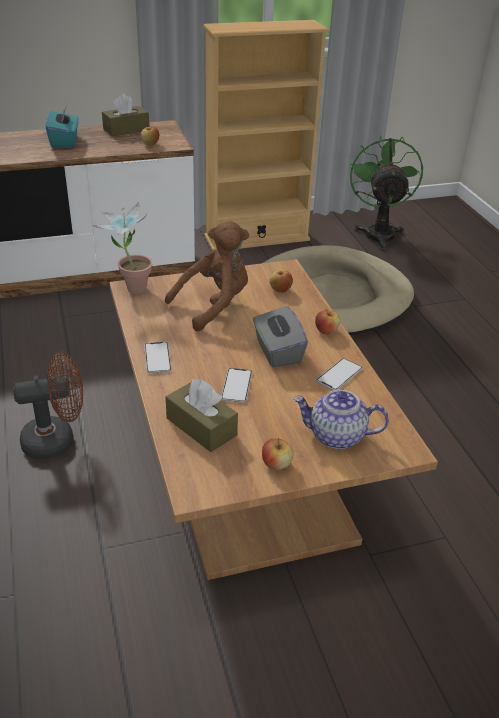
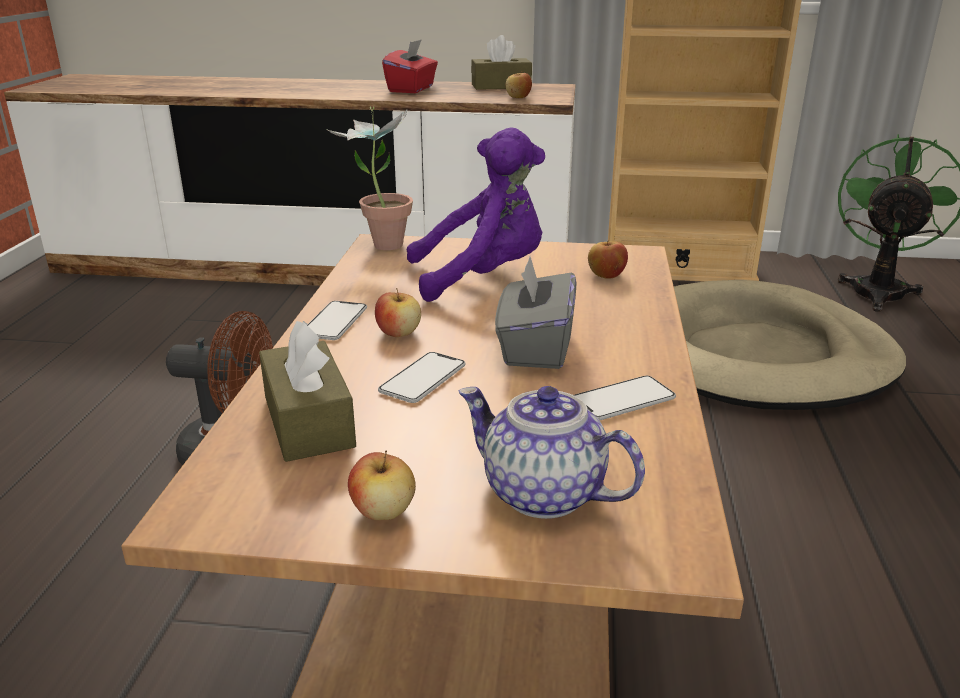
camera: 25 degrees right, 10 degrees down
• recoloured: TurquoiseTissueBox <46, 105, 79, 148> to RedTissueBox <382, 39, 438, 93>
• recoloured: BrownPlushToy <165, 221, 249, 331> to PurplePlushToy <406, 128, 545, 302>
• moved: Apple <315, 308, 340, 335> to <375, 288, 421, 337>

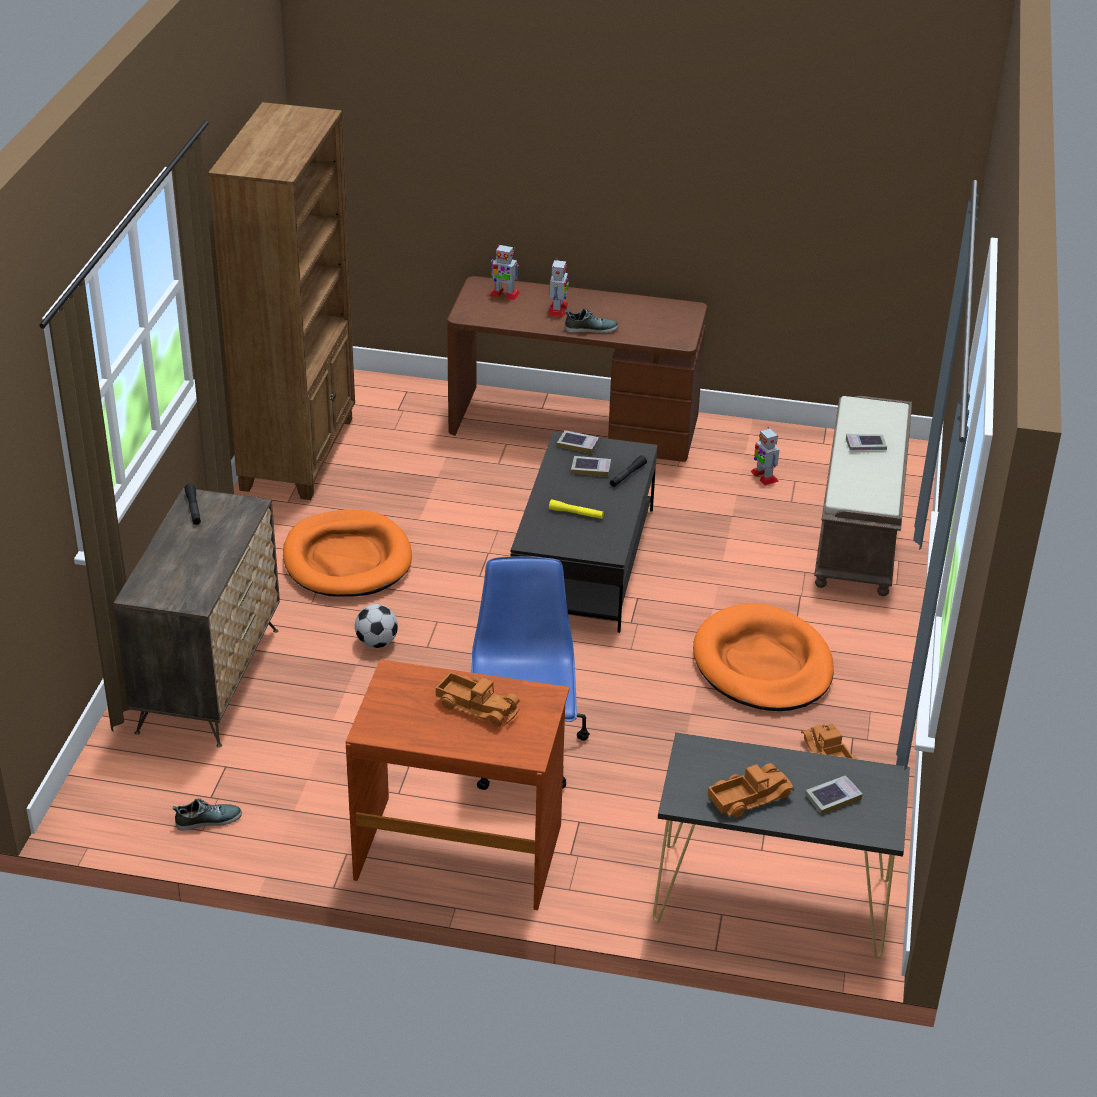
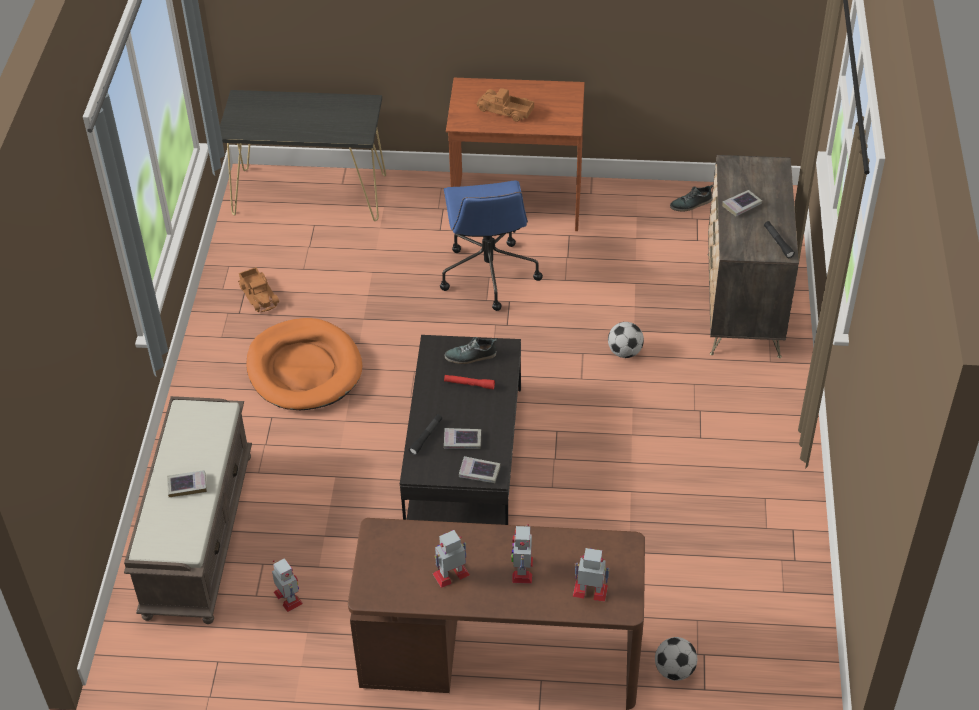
camera: 175 degrees right, 10 degrees up
• removed: BrownBookcase <208, 102, 355, 500>
• removed: OrangeDogBed <283, 510, 412, 597>
• recoloured: YellowFlashlight <549, 499, 604, 519> to RedFlashlight <444, 375, 495, 390>
• moved: Shoe <565, 308, 618, 333> to <444, 337, 497, 364>
• removed: ToyTruck <708, 763, 794, 817>
• moved: Book <805, 776, 863, 815> to <722, 190, 762, 216>
• added: ToyRobot <433, 530, 470, 588>
• added: Football <655, 637, 697, 681>

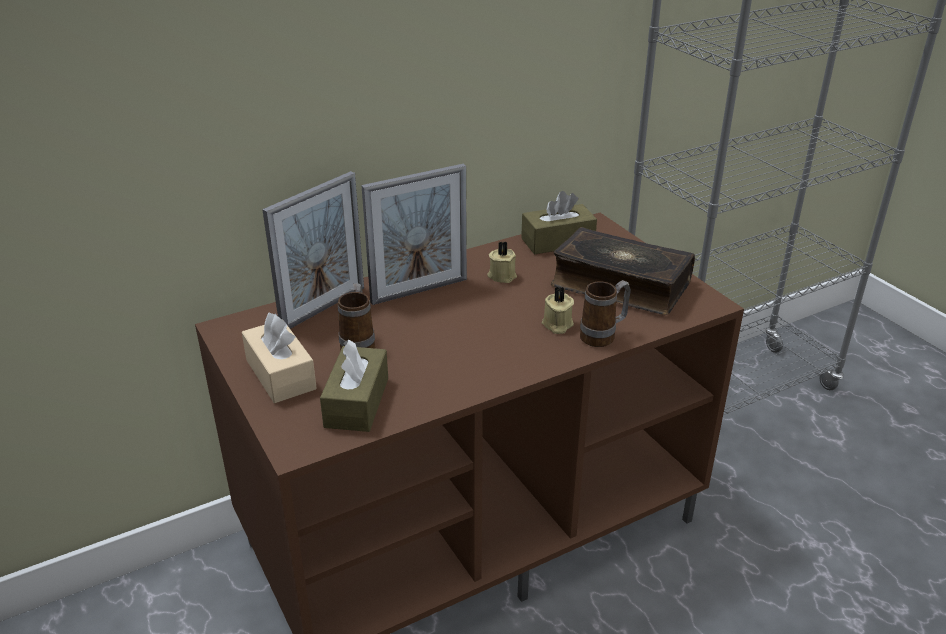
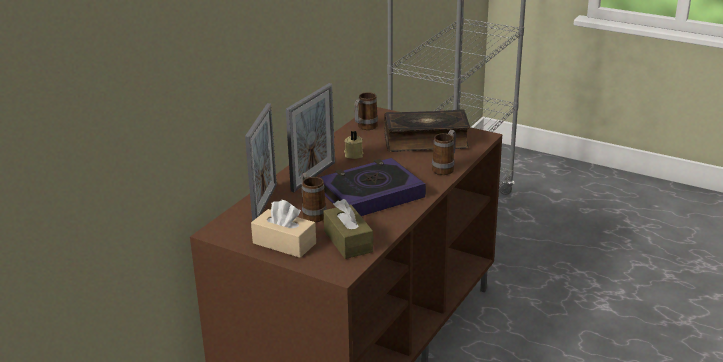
camera: 30 degrees left, 5 degrees down
• replaced: BrownTissueBox <521, 191, 597, 254> to Mug <354, 92, 378, 130>
• removed: BeigeCandle <542, 286, 574, 334>
• added: Book <319, 158, 426, 216>

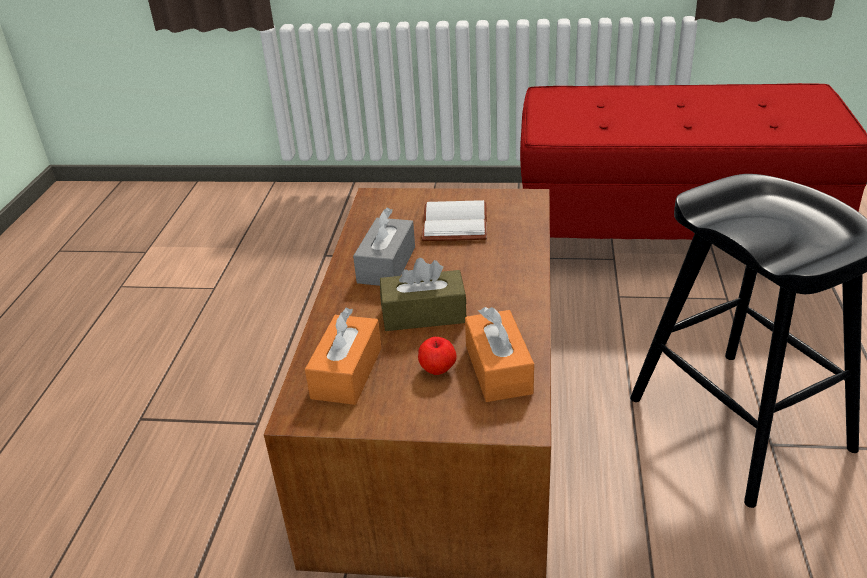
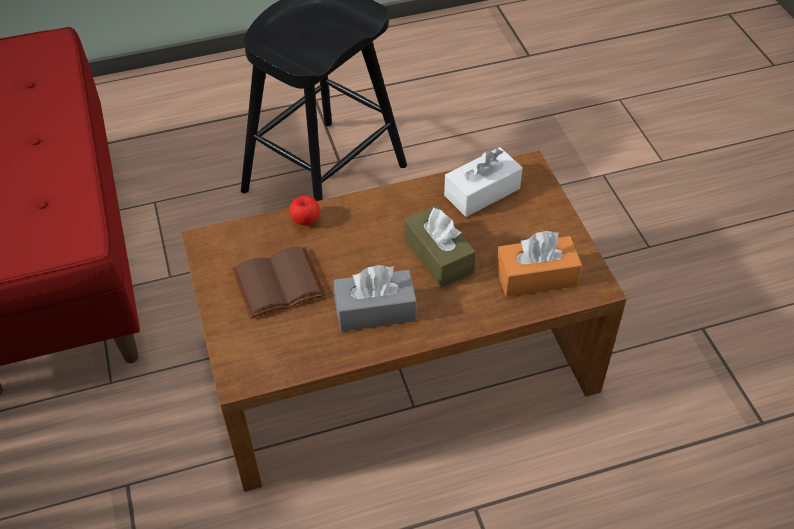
camera: 115 degrees left, 15 degrees up
• moved: Apple <418, 337, 456, 375> to <289, 195, 320, 226>
• recoloured: WhiteBook <422, 200, 487, 241> to BrownBook <232, 246, 326, 319>
• recoloured: OrangeTissueBox <465, 307, 534, 402> to WhiteTissueBox <444, 147, 523, 217>

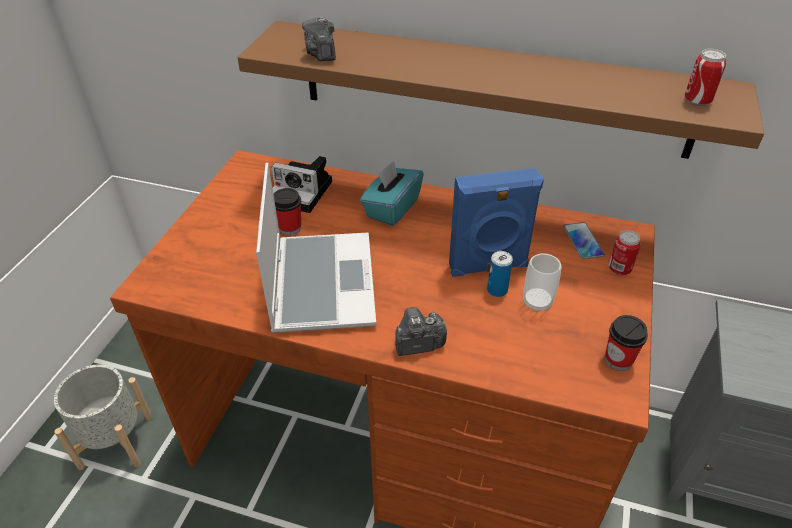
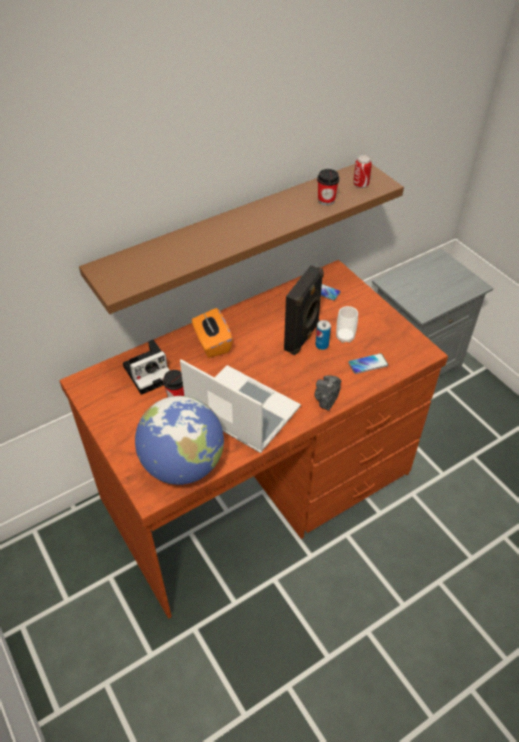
camera: 50 degrees left, 5 degrees up
• removed: GreyPlanter <54, 364, 152, 470>
• removed: PhotoCamera <302, 17, 336, 61>
• recoloured: TurquoiseTissueBox <360, 160, 424, 226> to OrangeTissueBox <192, 308, 233, 358>
• recoloured: BlueSpeaker <449, 168, 544, 277> to BlackSpeaker <284, 265, 324, 355>
• moved: Cup <605, 315, 648, 371> to <317, 169, 339, 206>
• removed: Can <608, 230, 641, 275>
• added: Globe <135, 396, 224, 485>
• added: Phone <348, 353, 388, 374>

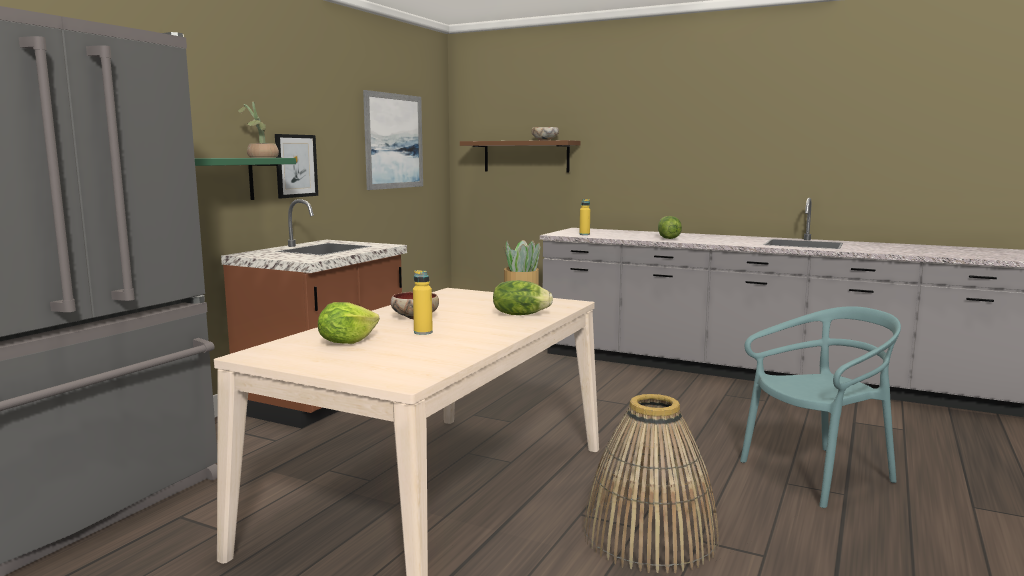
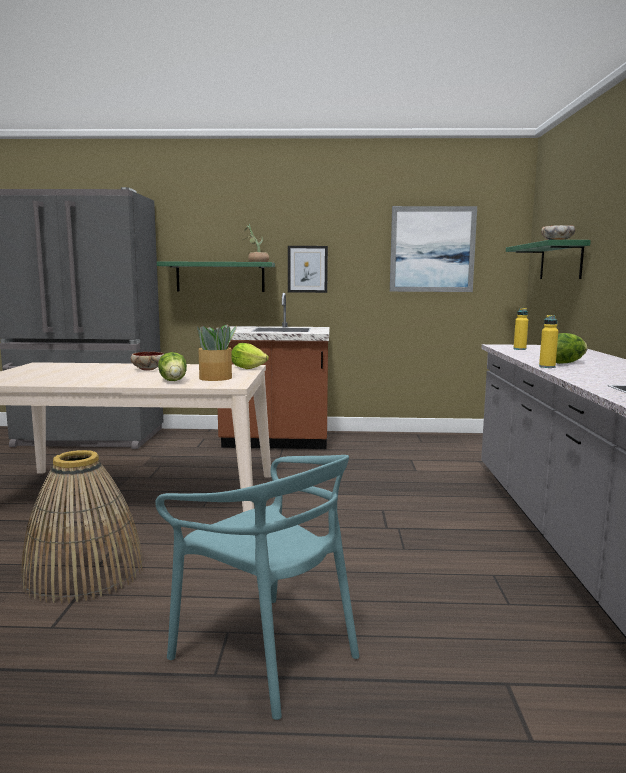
camera: 65 degrees right, 0 degrees up
• moved: Lettuce <318, 302, 379, 344> to <231, 343, 269, 369>
• moved: YellowBottle <413, 270, 433, 335> to <539, 315, 558, 368>
• recoloured: BrownShelf <460, 140, 581, 173> to GreenShelf <506, 240, 591, 279>

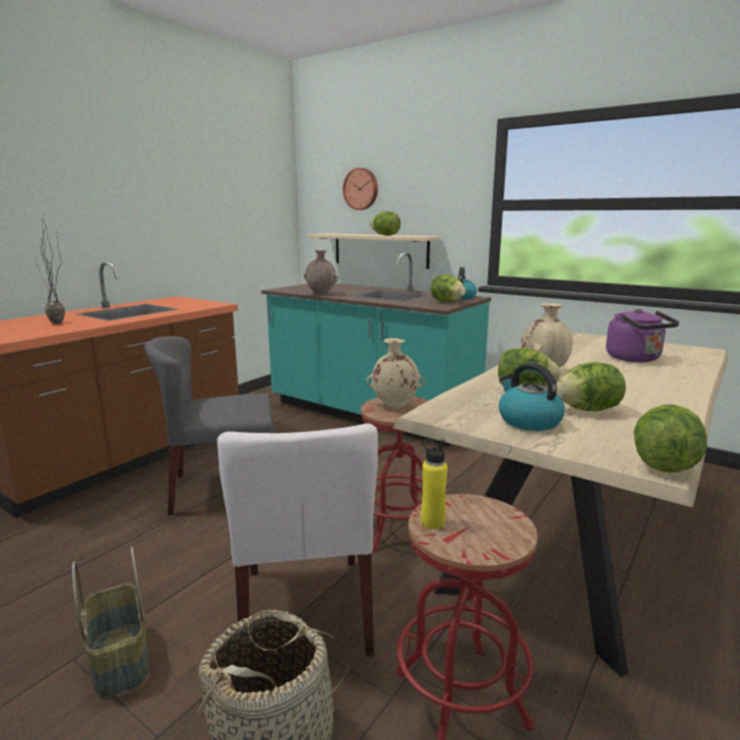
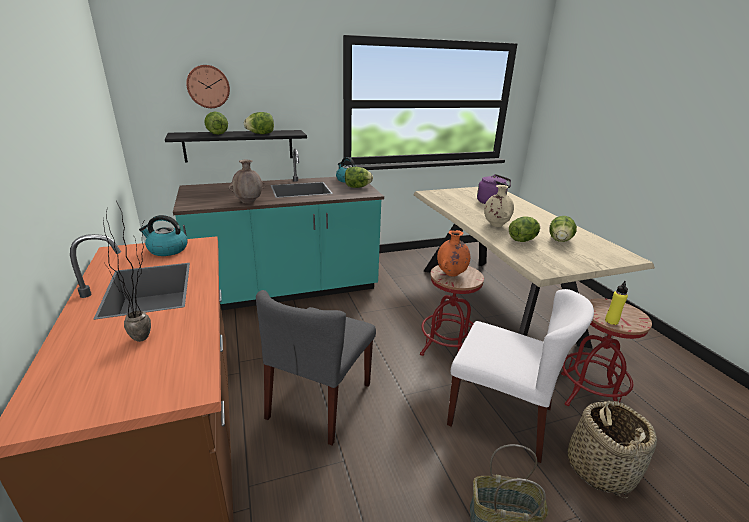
camera: 55 degrees left, 10 degrees up
• recoloured: BeigeShelf <307, 233, 441, 269> to BlackShelf <165, 130, 307, 163>
• recoloured: BeigeVase <366, 338, 425, 408> to OrangeVase <437, 230, 470, 277>
• moved: Kettle <499, 363, 565, 431> to <139, 215, 188, 256>
• moved: Lettuce <634, 405, 707, 473> to <204, 112, 228, 135>

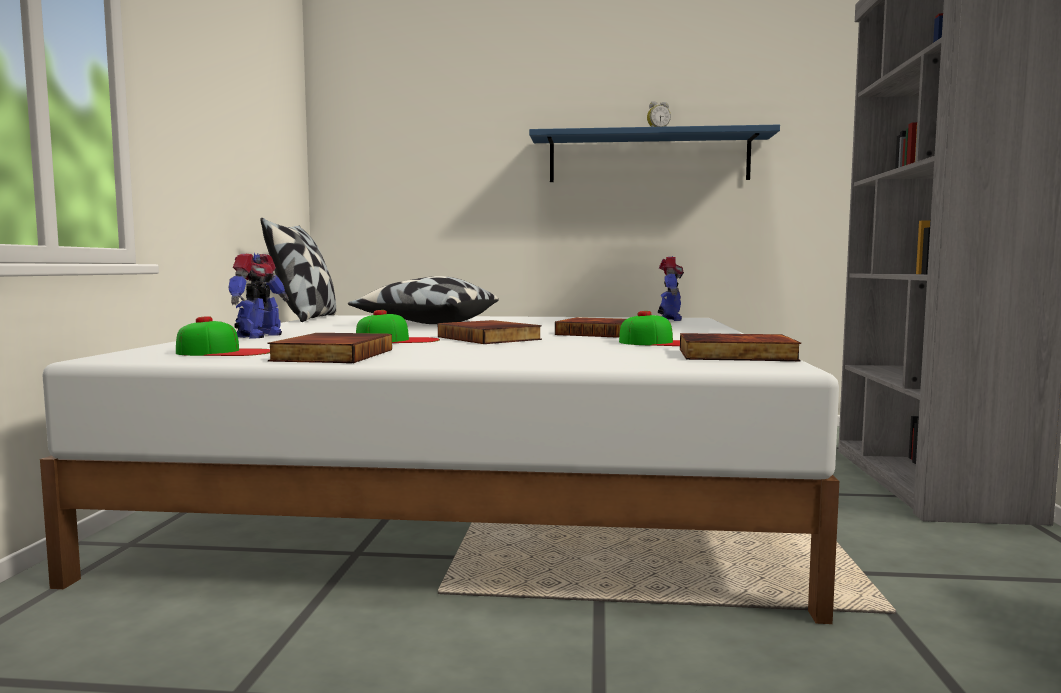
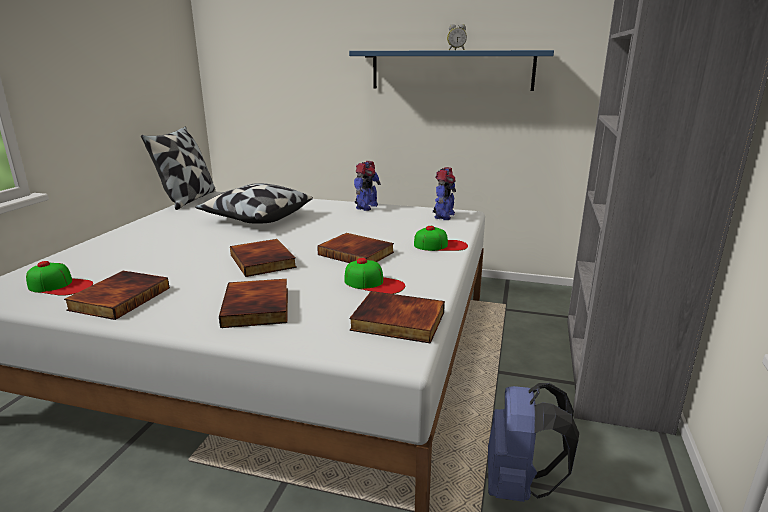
camera: 10 degrees right, 15 degrees up
• moved: ToyRobot <228, 253, 289, 338> to <354, 161, 381, 211>
• moved: Cap <356, 310, 440, 343> to <414, 226, 468, 251>
• added: Book <219, 279, 288, 328>
• added: BlueBackpack <488, 383, 579, 502>

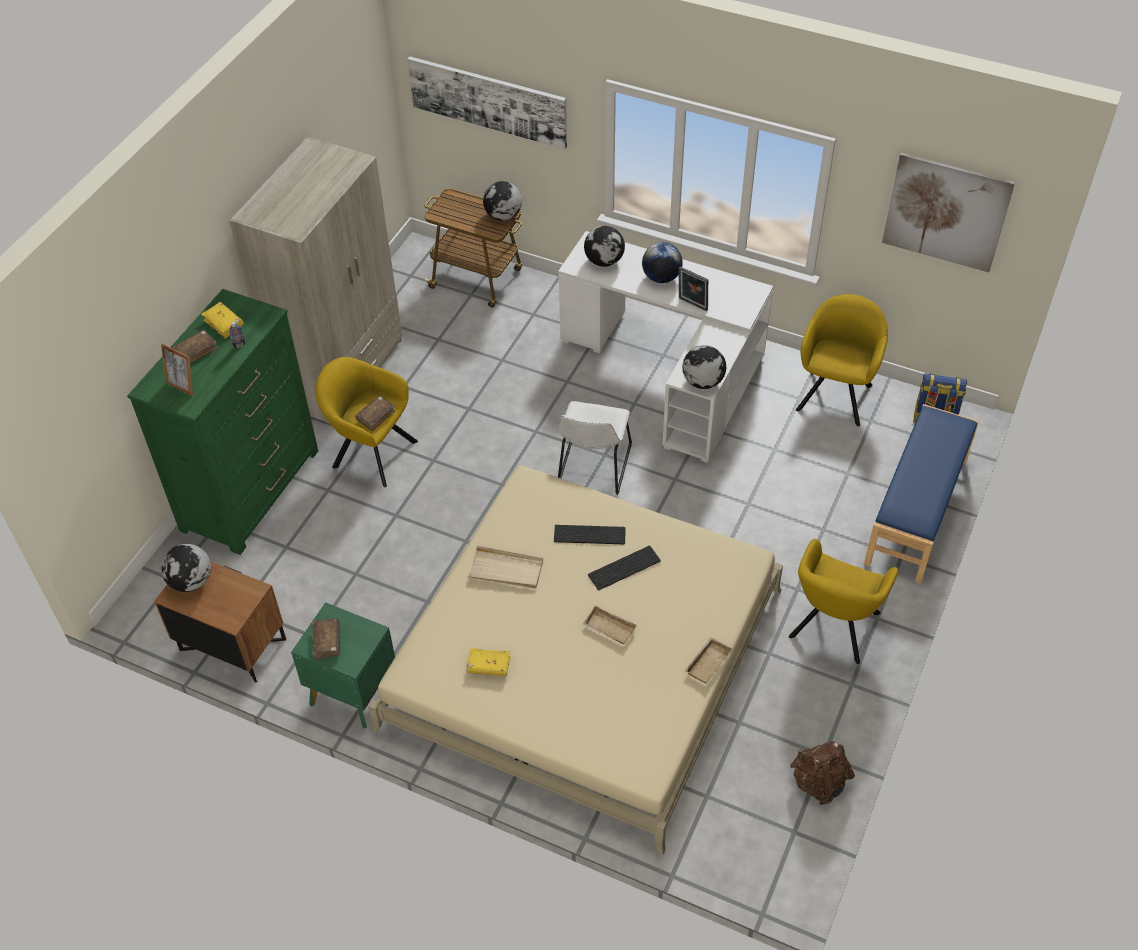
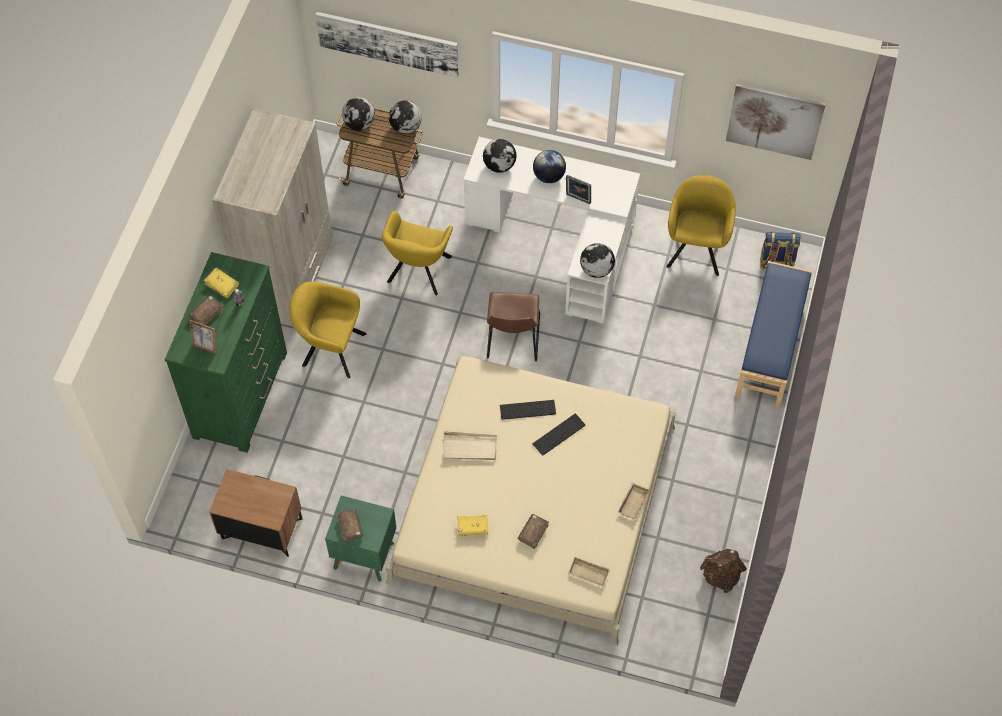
camera: 10 degrees left, 10 degrees up
• moved: Globe <161, 544, 211, 592> to <342, 97, 375, 131>
• moved: BrownBook <355, 396, 395, 431> to <518, 514, 549, 549>
• recoloured: WhiteChair <558, 401, 632, 495> to BrownChair <487, 292, 540, 361>
• moved: BeigeTray <583, 605, 637, 644> to <568, 557, 610, 586>
• moved: YellowArmchair <789, 539, 898, 664> to <382, 211, 453, 295>

